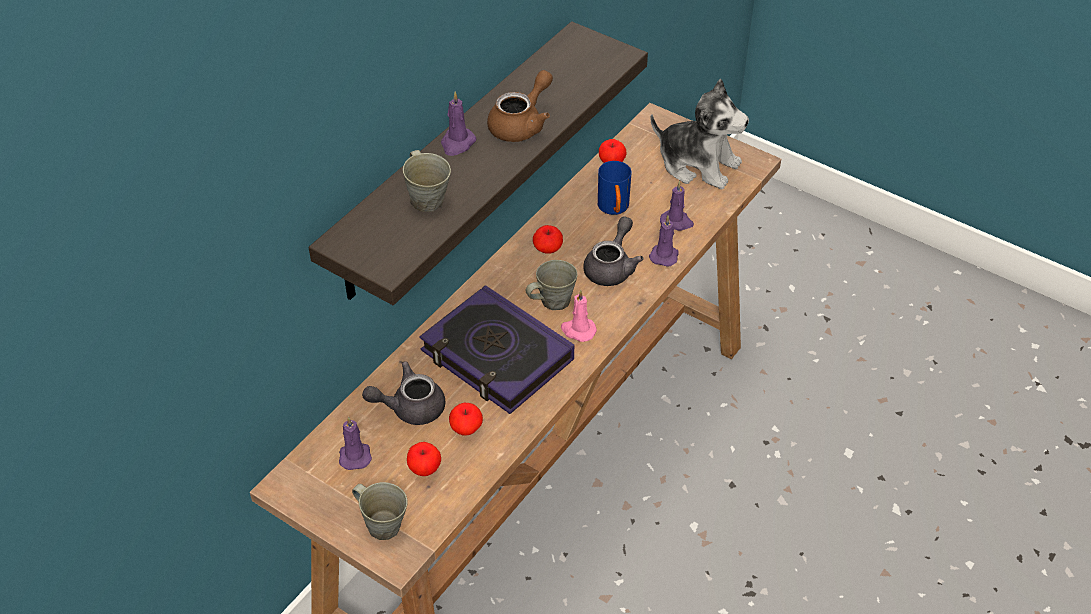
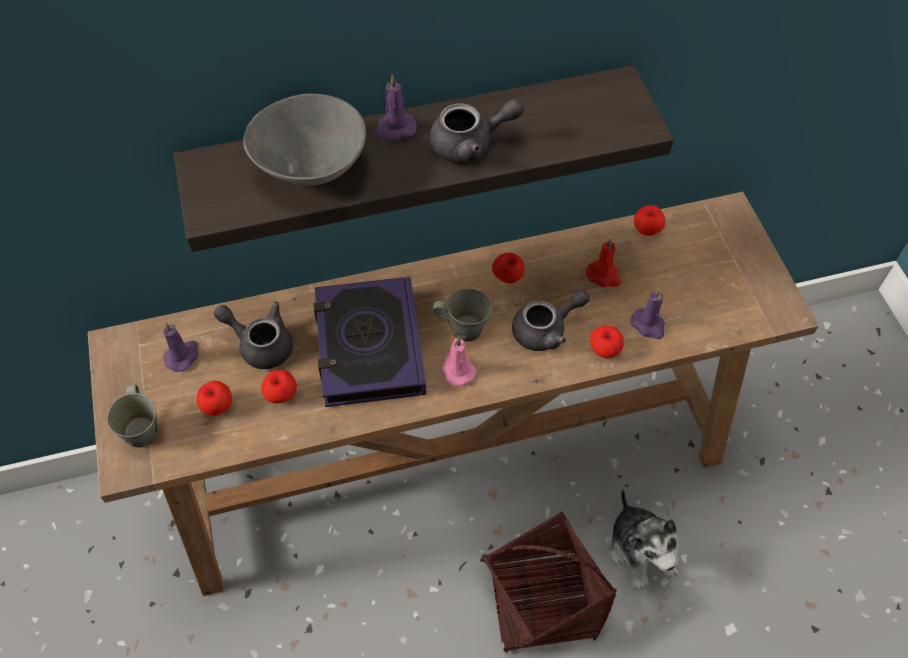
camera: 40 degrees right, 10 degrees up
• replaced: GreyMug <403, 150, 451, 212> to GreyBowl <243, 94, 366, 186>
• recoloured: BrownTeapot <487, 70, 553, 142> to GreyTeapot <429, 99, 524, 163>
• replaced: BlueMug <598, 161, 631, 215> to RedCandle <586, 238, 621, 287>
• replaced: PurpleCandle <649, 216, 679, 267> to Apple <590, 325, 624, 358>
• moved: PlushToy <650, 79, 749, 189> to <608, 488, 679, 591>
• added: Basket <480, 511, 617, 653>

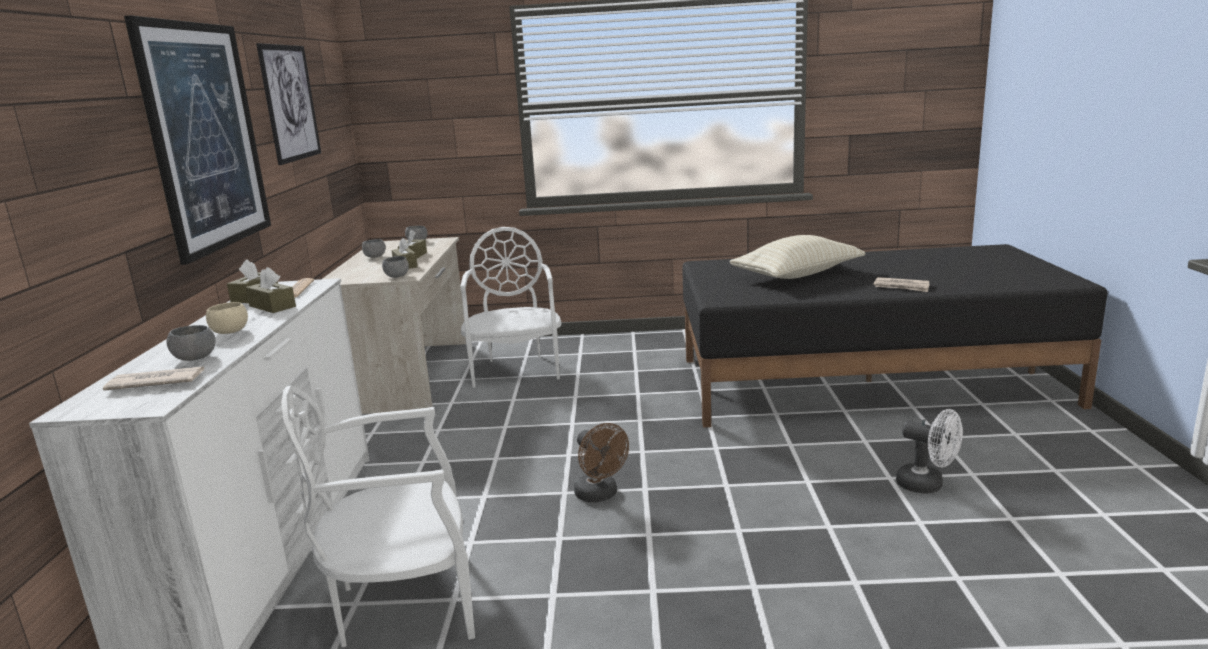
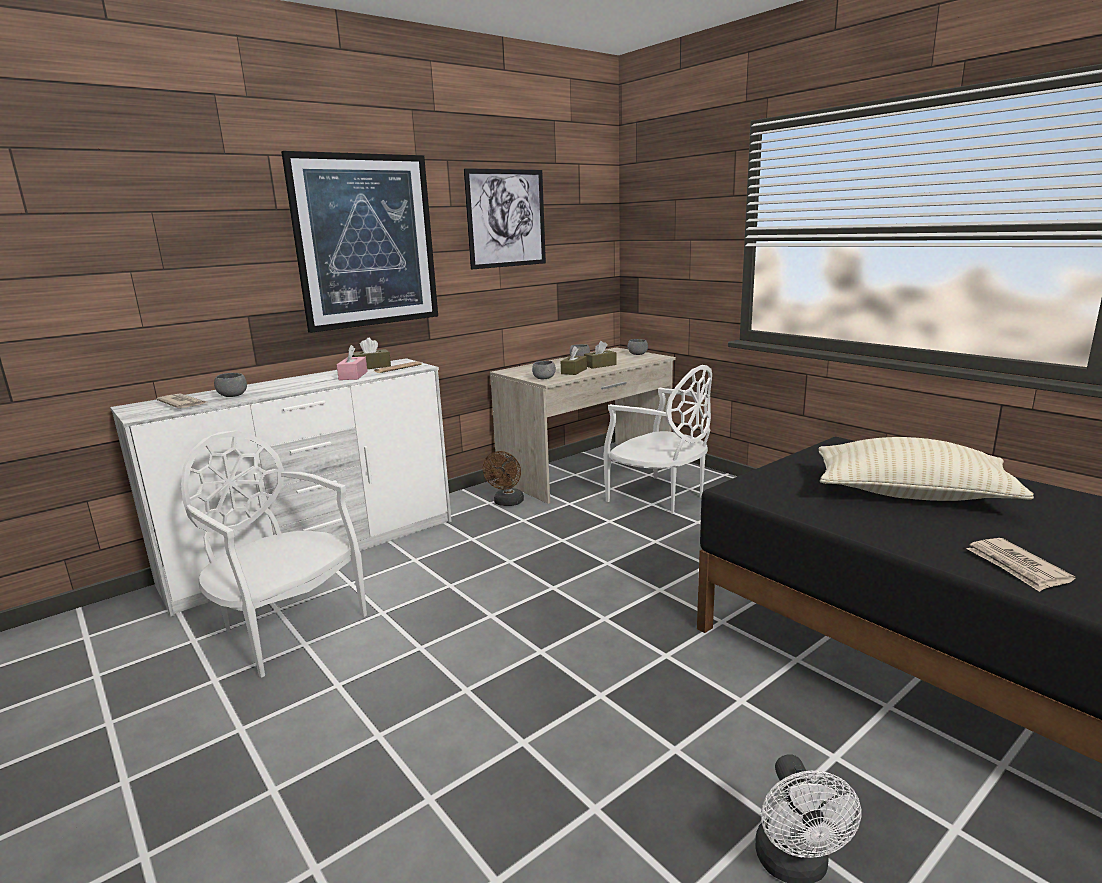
camera: 50 degrees right, 0 degrees up
• removed: BeigeBowl <206, 302, 248, 334>
• recoloured: BrownTissueBox <246, 267, 296, 313> to PinkTissueBox <337, 345, 368, 380>
• turned: WhiteChair <460, 227, 562, 388> = <603, 365, 712, 514> 90 degrees clockwise
• moved: BrownFan <574, 423, 629, 502> to <483, 451, 524, 506>

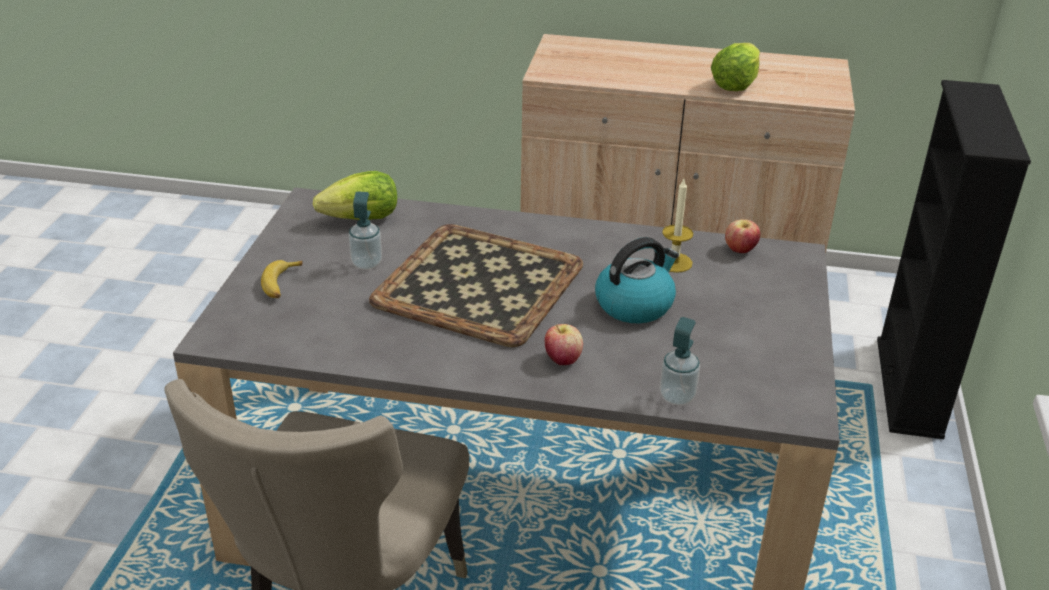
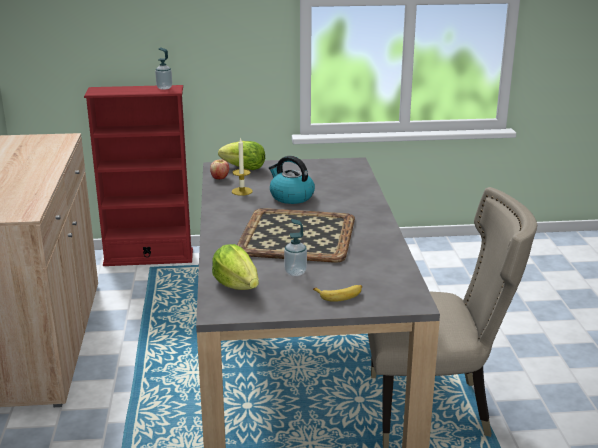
camera: 105 degrees left, 10 degrees down
• removed: Apple <545, 324, 583, 365>
• moved: SoapDispenser <660, 317, 700, 405> to <155, 48, 172, 90>
• moved: Lettuce <711, 43, 760, 91> to <218, 141, 265, 170>
• recoloured: BlackBookcase <877, 80, 1031, 439> to RedBookcase <84, 85, 193, 266>

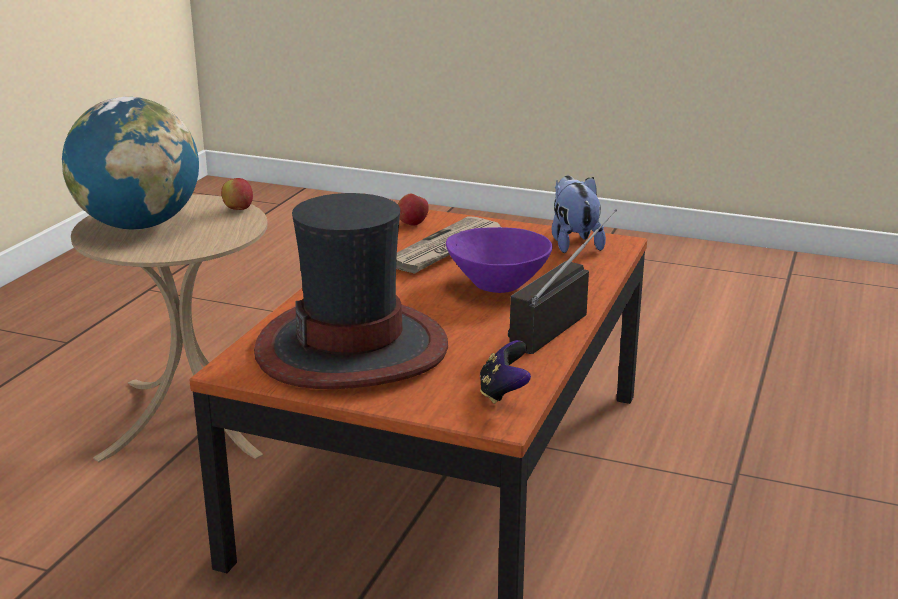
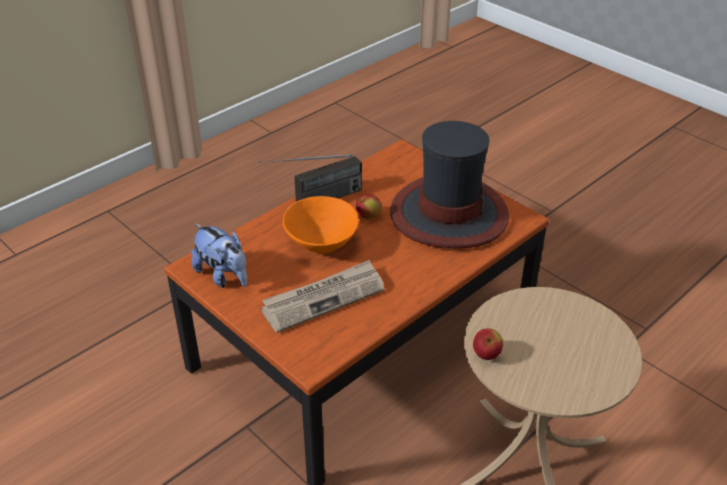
camera: 155 degrees left, 15 degrees up
• removed: Globe <62, 97, 199, 230>
• moved: Apple <398, 194, 429, 226> to <356, 194, 382, 219>
• recoloured: PurpleBowl <446, 227, 552, 293> to OrangeBowl <283, 196, 359, 254>
• removed: GameController <480, 340, 531, 404>
• turned: PlushToy <552, 176, 606, 253> = <192, 224, 247, 288> 60 degrees counterclockwise

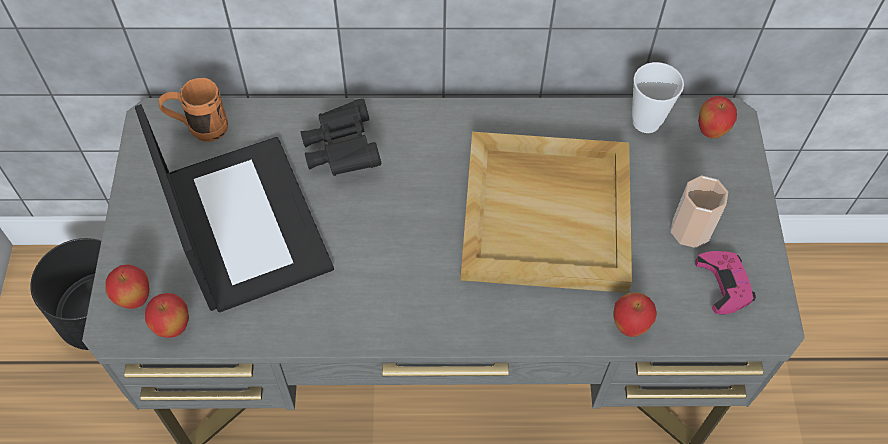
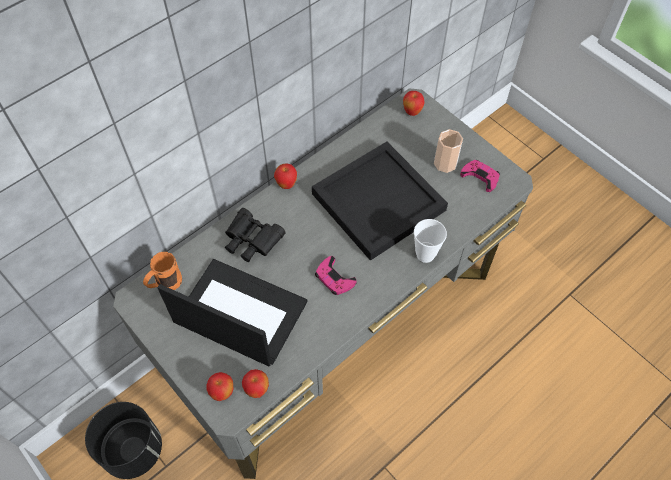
camera: 40 degrees left, 0 degrees up
• recoloured: BeigeTray <461, 132, 632, 293> to BlackTray <312, 142, 448, 261>
• moved: Apple <613, 292, 657, 337> to <274, 163, 297, 189>
• moved: Cup <632, 62, 684, 133> to <414, 219, 447, 263>
• added: PinkGameController <315, 256, 356, 295>

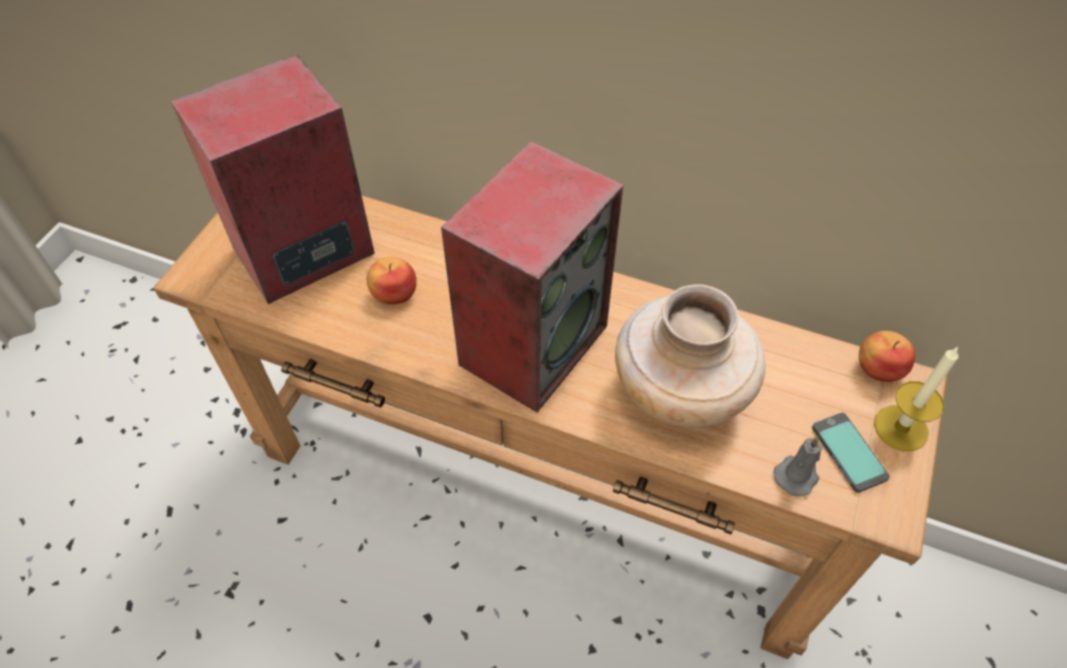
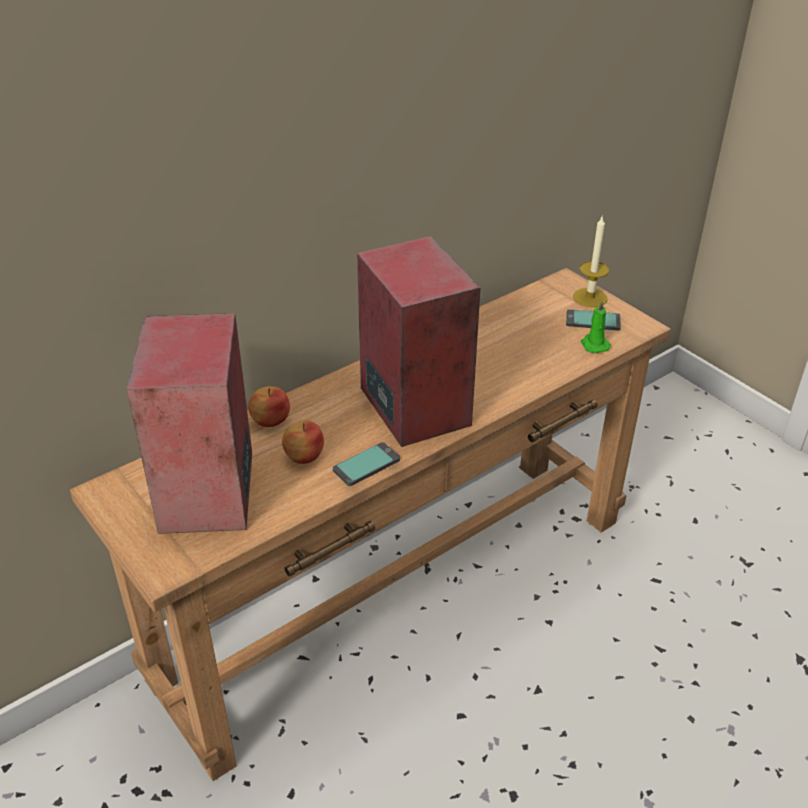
camera: 60 degrees left, 15 degrees down
• removed: BeigeVase <615, 284, 766, 427>
• recoloured: GreyCandle <774, 436, 822, 496> to GreenCandle <581, 300, 611, 353>
• moved: Apple <859, 331, 915, 382> to <248, 386, 290, 427>
• added: Phone <333, 442, 400, 486>

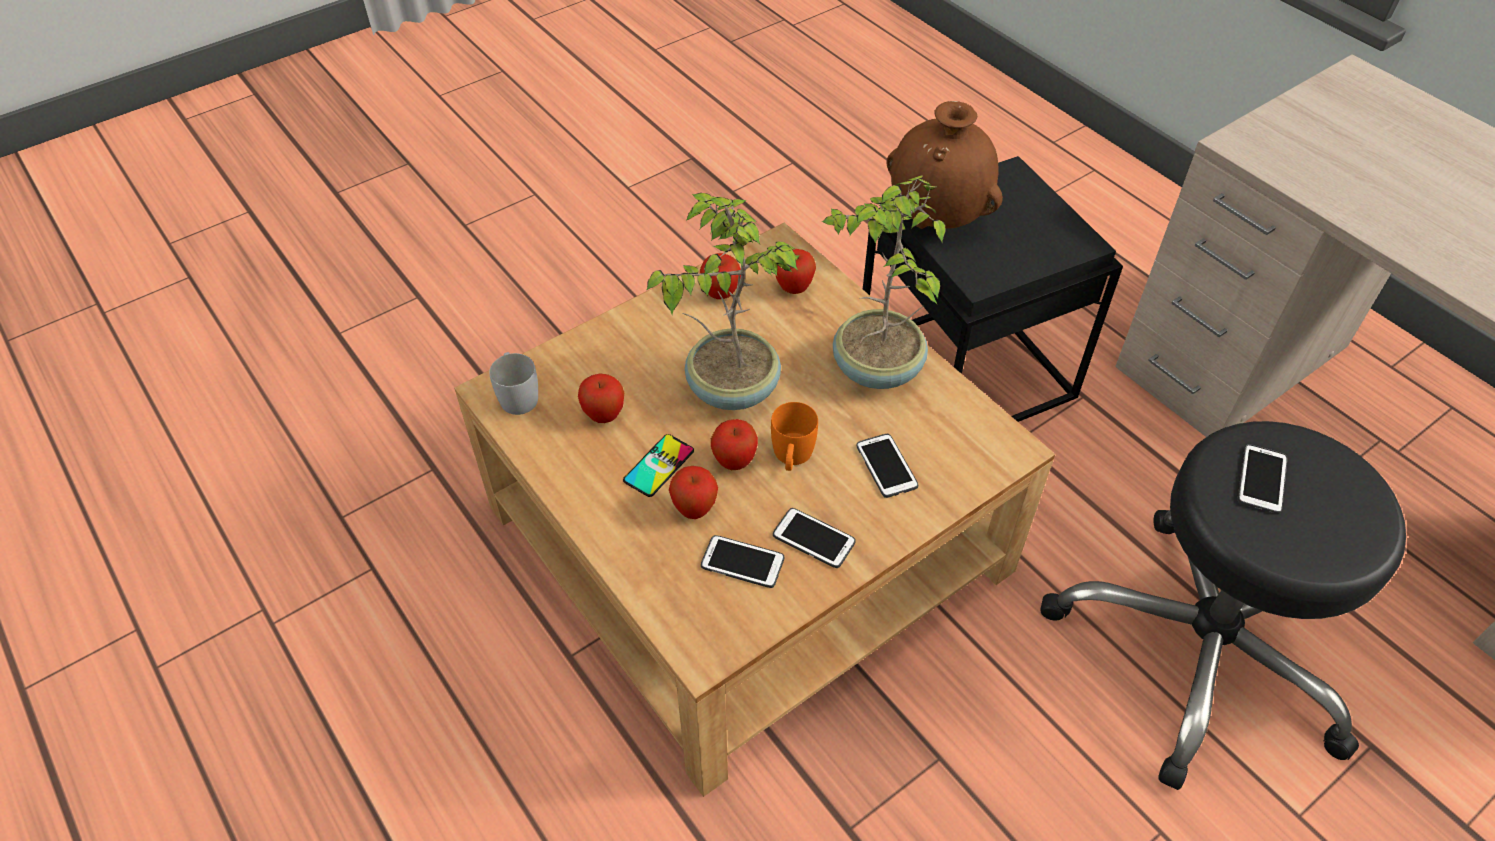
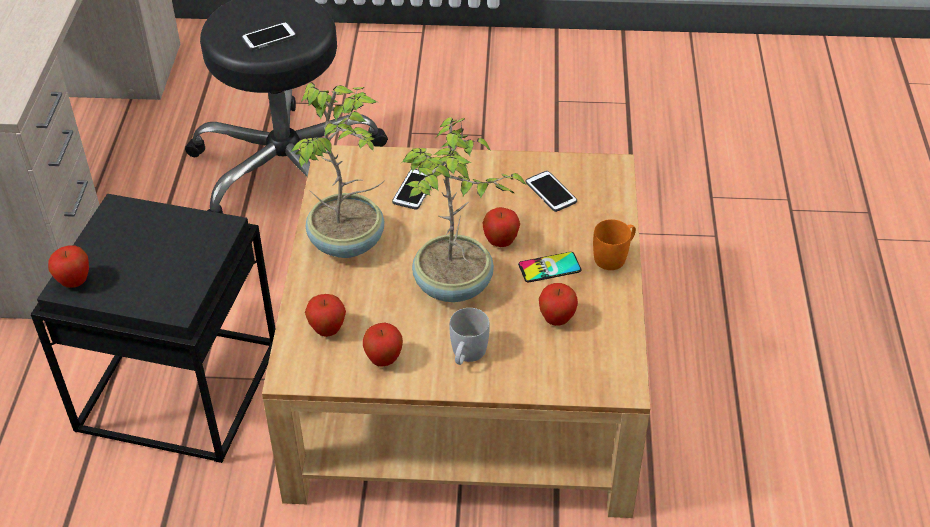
camera: 140 degrees left, 5 degrees down
• moved: WhiteMug <489, 352, 538, 415> to <450, 308, 490, 365>
• moved: Apple <669, 466, 718, 519> to <48, 245, 89, 288>
• moved: OrangeMug <771, 402, 818, 471> to <593, 219, 636, 270>
• removed: Phone <773, 508, 856, 568>
• removed: BrownVase <886, 101, 1003, 229>

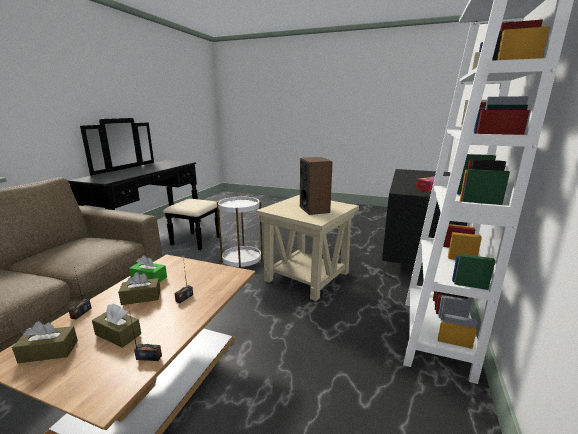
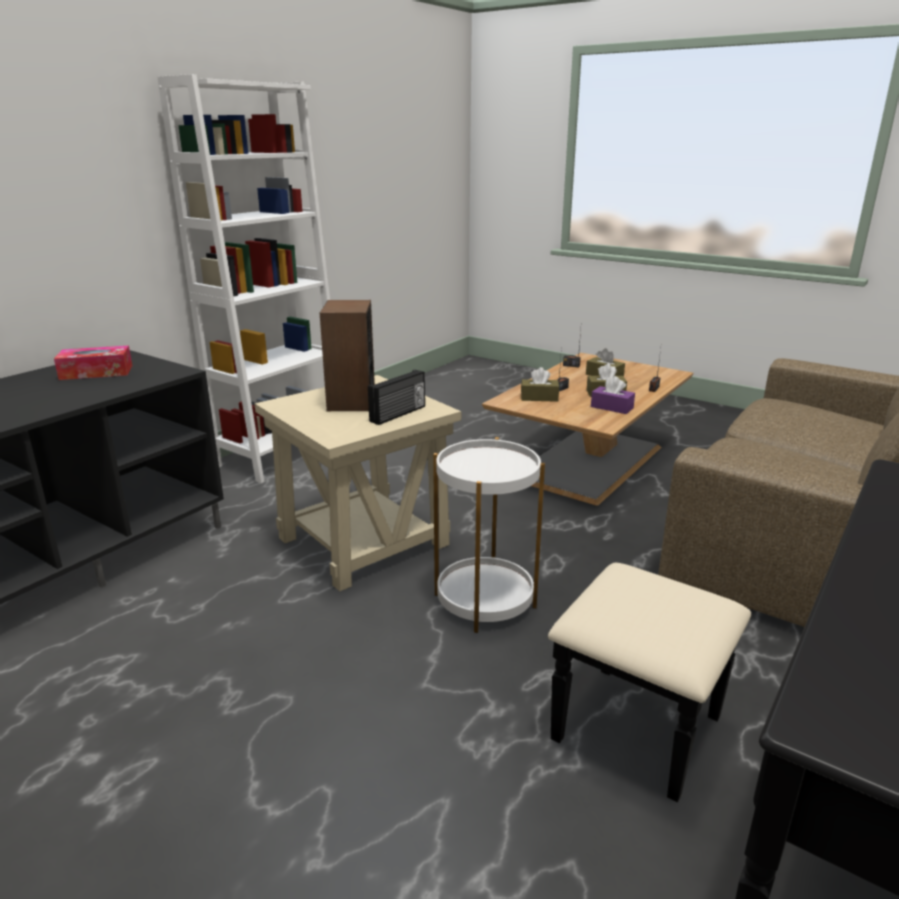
camera: 165 degrees left, 5 degrees up
• moved: BrownTissueBox <12, 321, 78, 363> to <521, 367, 559, 402>
• recoloured: GreenTissueBox <129, 255, 167, 282> to PurpleTissueBox <591, 376, 635, 414>
• added: Radio <368, 370, 425, 425>

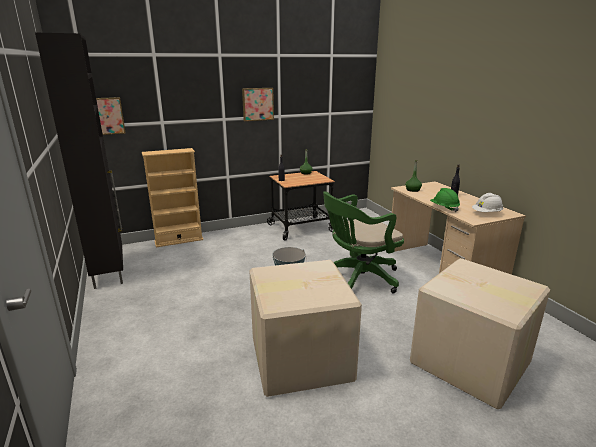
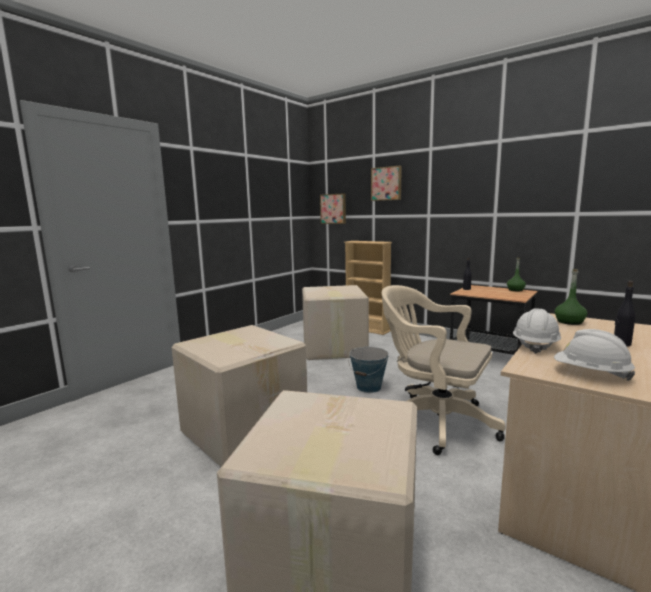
camera: 60 degrees right, 10 degrees down
• removed: BlackCabinet <35, 33, 123, 289>
• moved: Picture <242, 88, 274, 121> to <371, 166, 402, 201>
• recoloured: GreenOfficeChair <323, 191, 404, 294> to BeigeOfficeChair <382, 285, 506, 455>
• recoloured: GreenHardHat <430, 188, 460, 212> to WhiteHardHat <513, 308, 561, 354>
• added: CardboardBox <302, 285, 369, 360>

